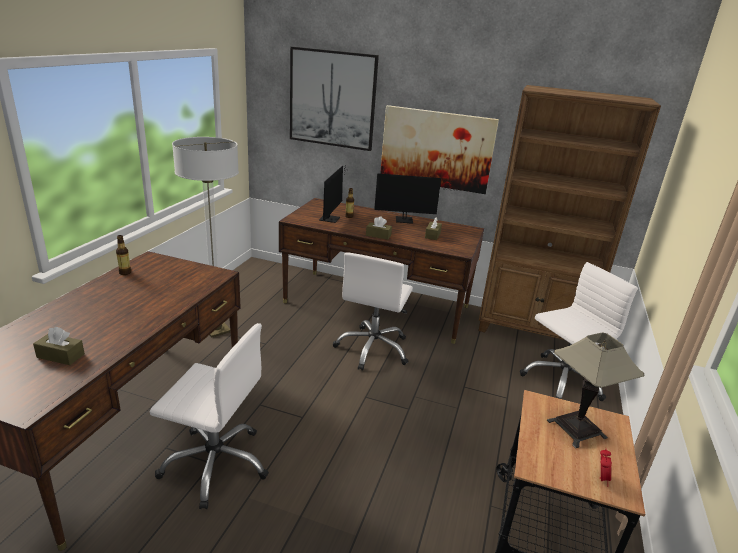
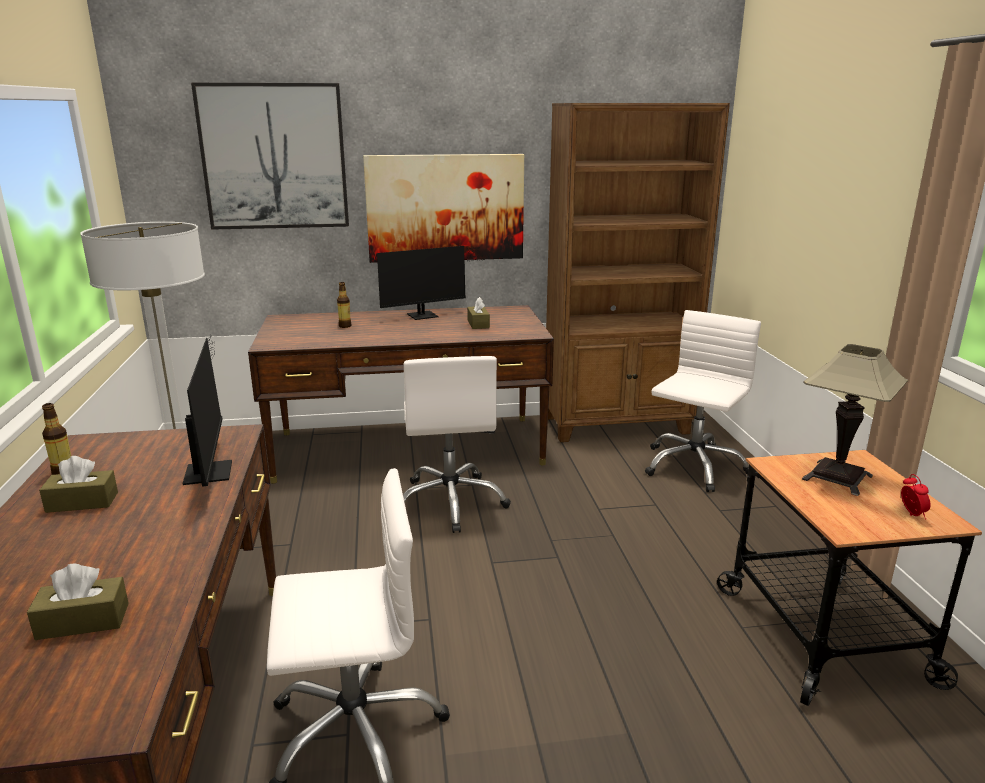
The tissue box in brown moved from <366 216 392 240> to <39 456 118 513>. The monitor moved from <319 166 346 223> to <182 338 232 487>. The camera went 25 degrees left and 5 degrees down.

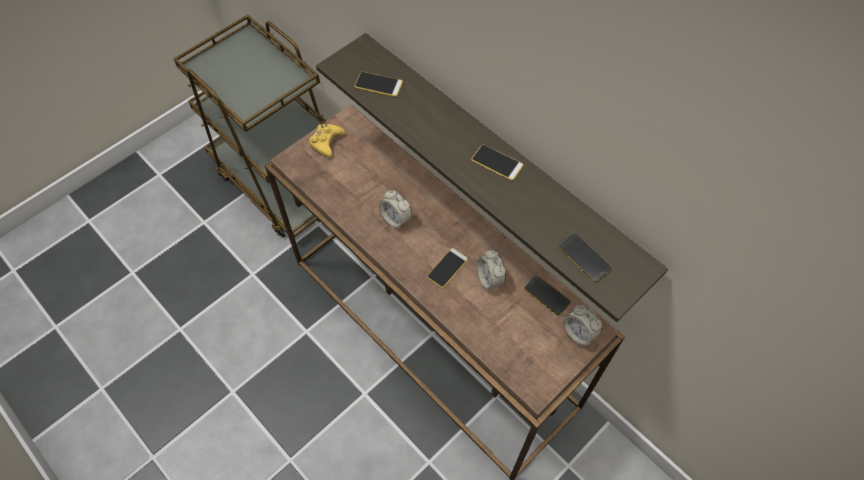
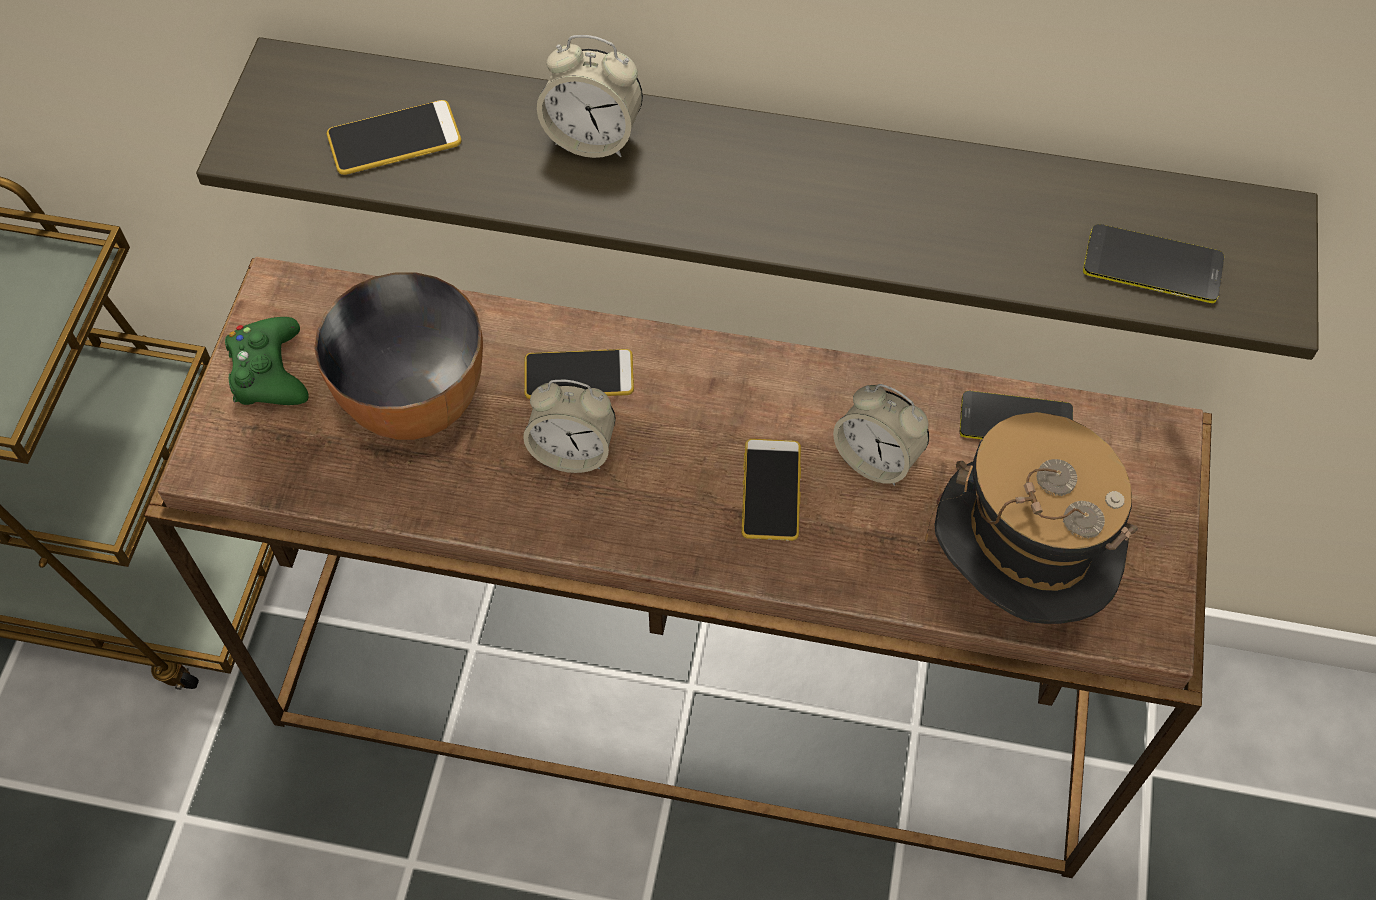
The game controller in yellow at <309 123 345 158> became the game controller in green at <225 317 309 405>. The bowl at <314 272 483 440> appeared. The phone moved from <471 145 524 181> to <524 349 634 399>. The alarm clock moved from <563 305 602 346> to <537 35 643 158>. The hat at <925 412 1138 624> appeared. The camera went 35 degrees left and 0 degrees up.

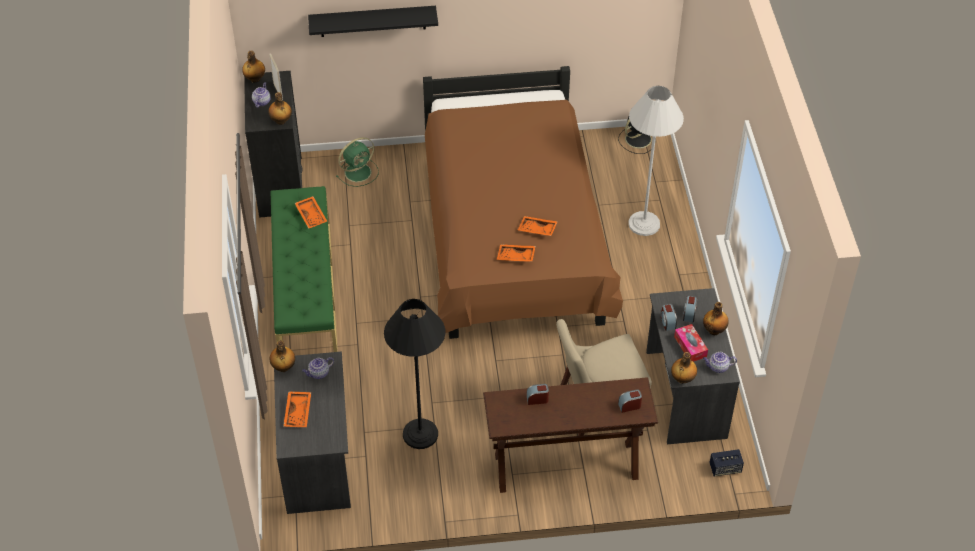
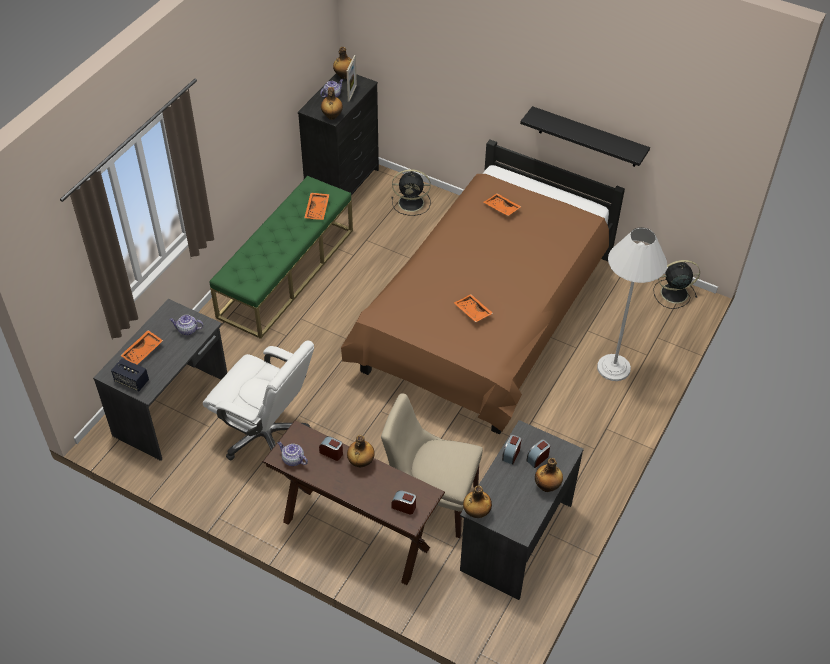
The speaker moved from <710 449 744 476> to <111 358 149 392>. The floor lamp in black at <384 299 446 449> was replaced by the office chair in white at <203 340 314 460>. The teapot moved from <703 352 737 373> to <277 441 308 466>. The bottle moved from <270 340 295 372> to <347 435 375 468>. The fan in green at <336 137 379 187> became the fan in black at <391 169 431 216>. The tray in orange moved from <497 244 536 262> to <484 193 521 216>. The shelf in black moved from <308 6 438 37> to <520 106 650 167>. The tissue box at <674 324 708 362> disappeared. The camera went 35 degrees right and 0 degrees up.

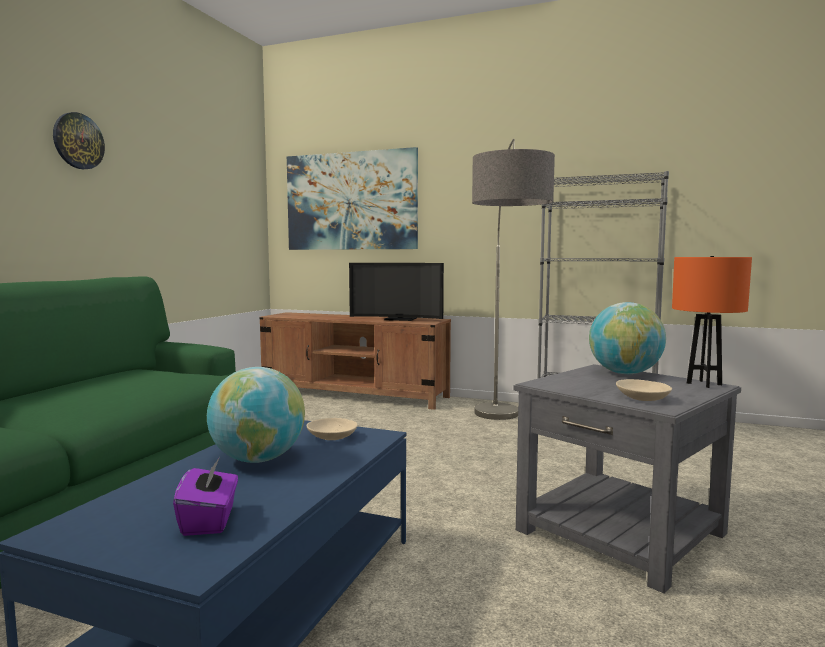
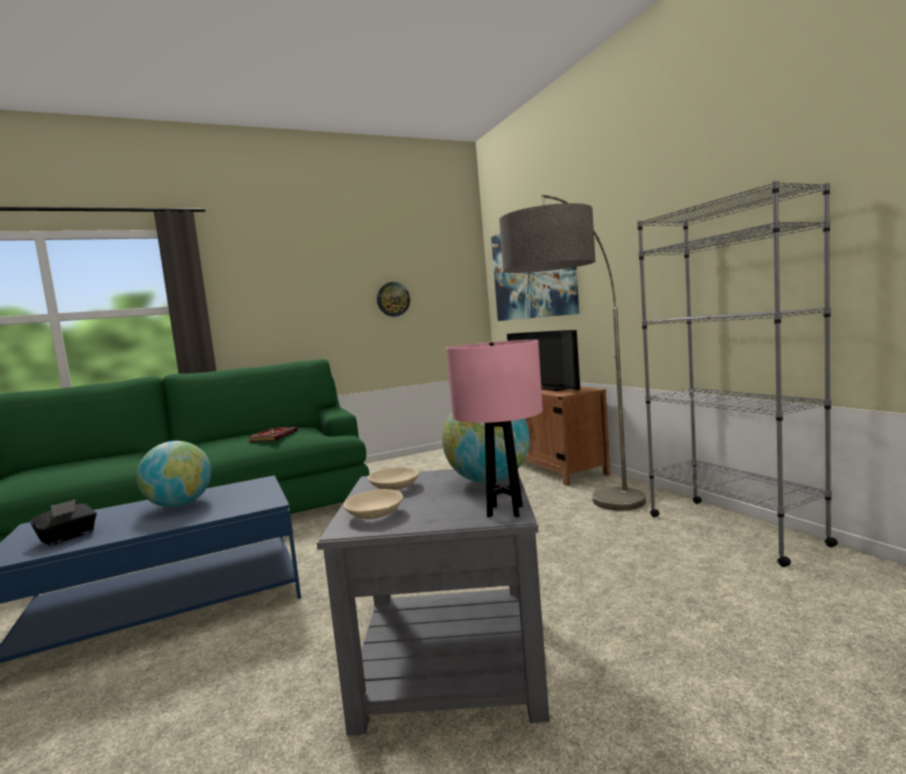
The tissue box in purple at <173 457 238 536> became the tissue box in black at <30 499 97 545>. The book at <247 427 298 442> appeared. The bowl in beige moved from <306 418 358 440> to <368 467 419 490>. The wall clock moved from <53 112 105 169> to <377 282 410 317>. The table lamp in orange at <672 256 752 388> became the table lamp in pink at <446 340 543 517>. The camera went 45 degrees right and 0 degrees up.

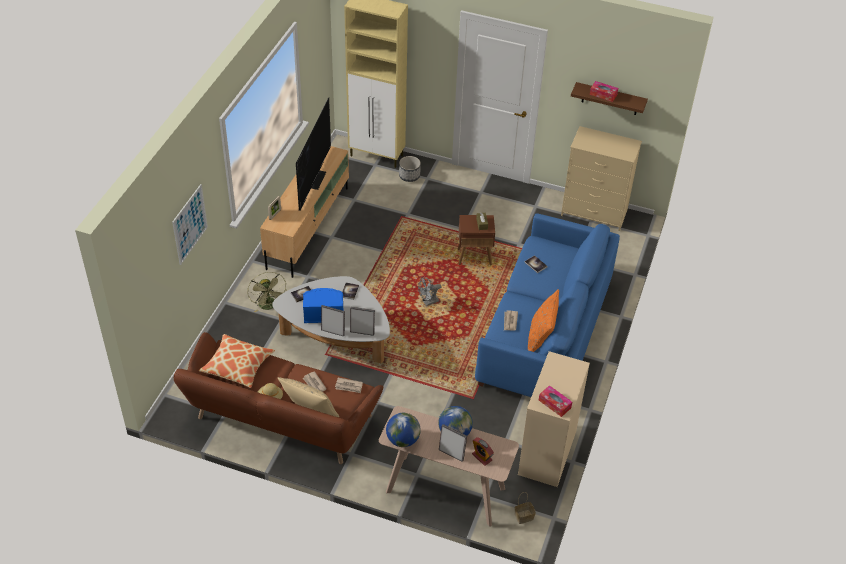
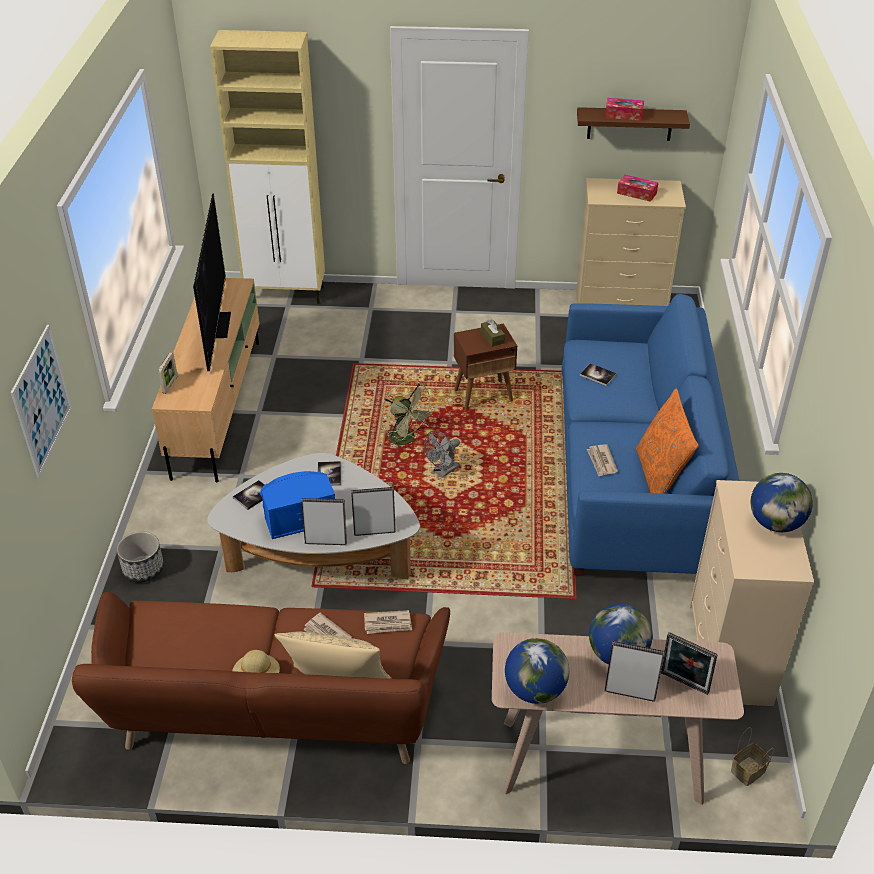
The planter moved from <399 156 421 182> to <117 531 164 582>. The fan in green moved from <247 272 287 312> to <380 381 436 445>. The tissue box moved from <539 385 572 417> to <617 175 658 202>. The alarm clock at <472 437 494 466> was replaced by the picture frame at <661 632 718 695>. The globe at <751 473 813 532> appeared. The pillow at <199 334 275 388> disappeared. The camera went 15 degrees left and 5 degrees down.

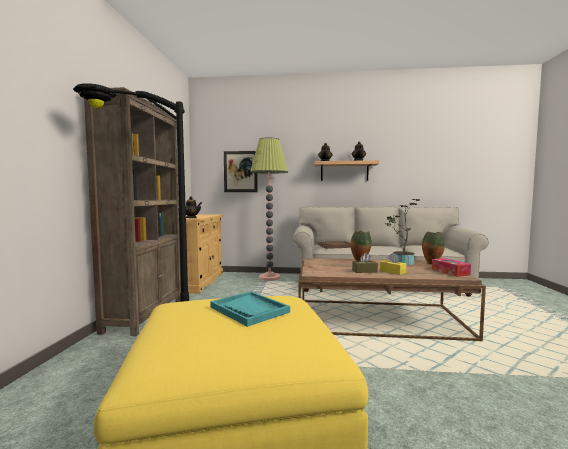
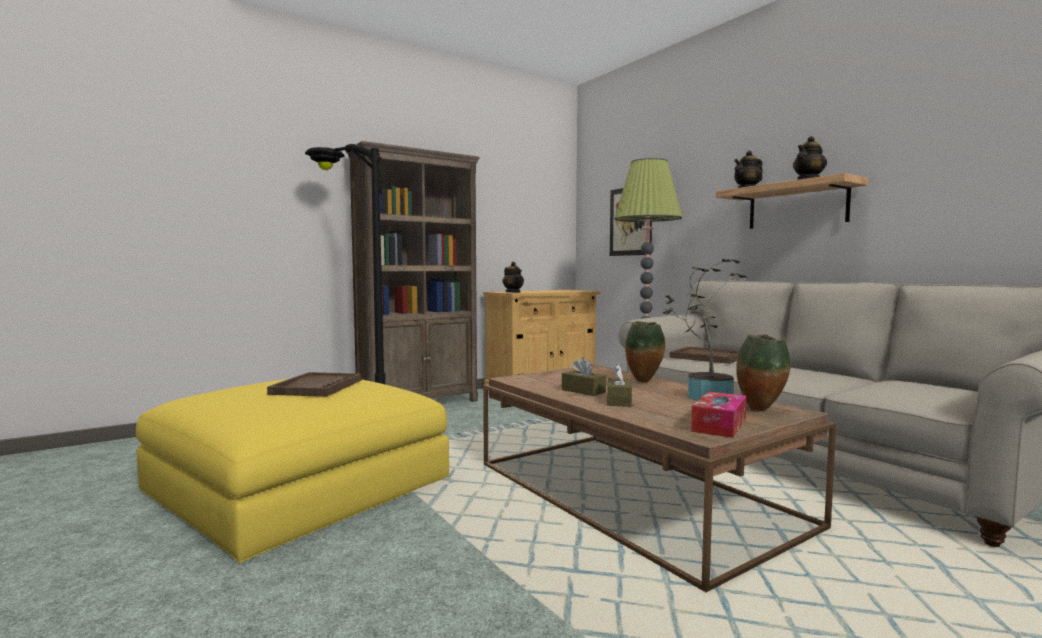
The tray in turquoise at <210 291 290 327> became the tray in brown at <267 372 361 397>. The tissue box in yellow at <380 253 406 275> became the tissue box in brown at <607 364 632 407>. The camera went 50 degrees right and 0 degrees up.

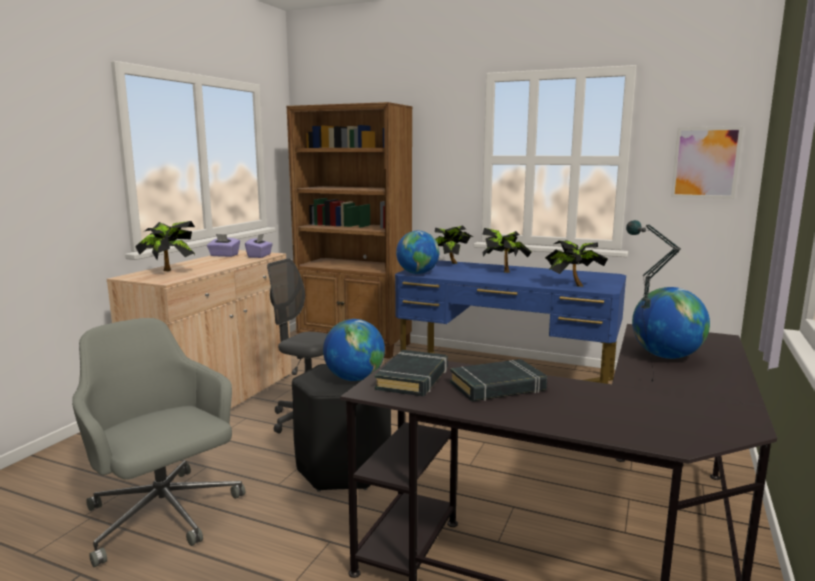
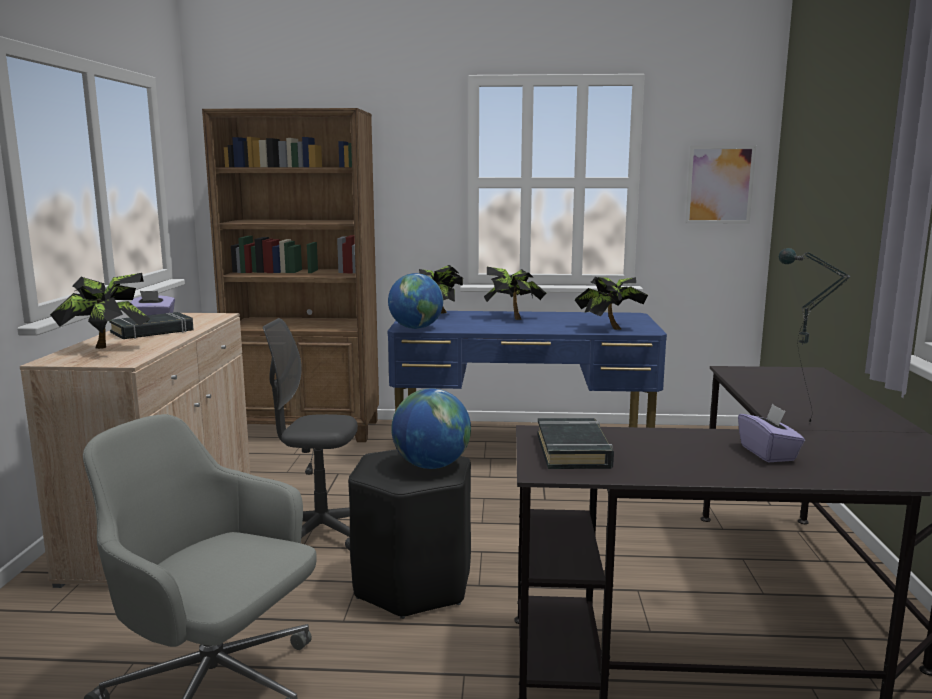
The book in black moved from <450 359 547 401> to <109 312 194 339>. The tissue box in purple moved from <245 234 273 258> to <738 404 805 462>. The globe at <632 287 710 359> disappeared. The camera went 20 degrees left and 0 degrees up.

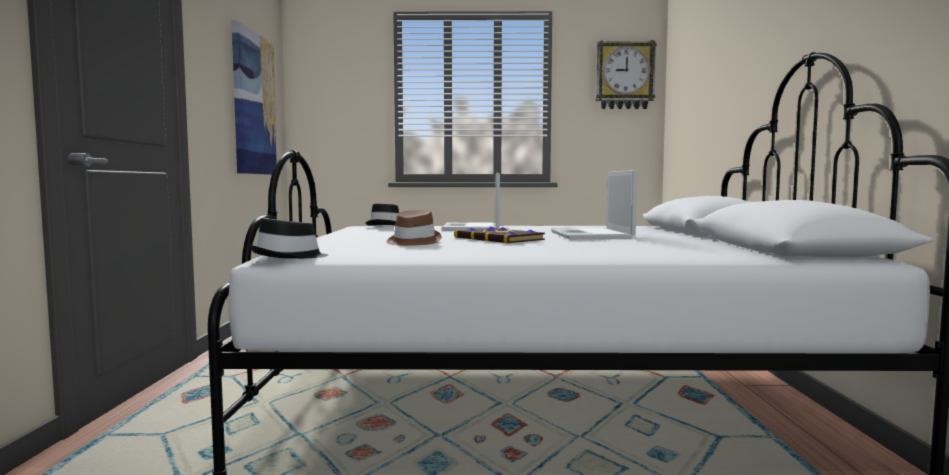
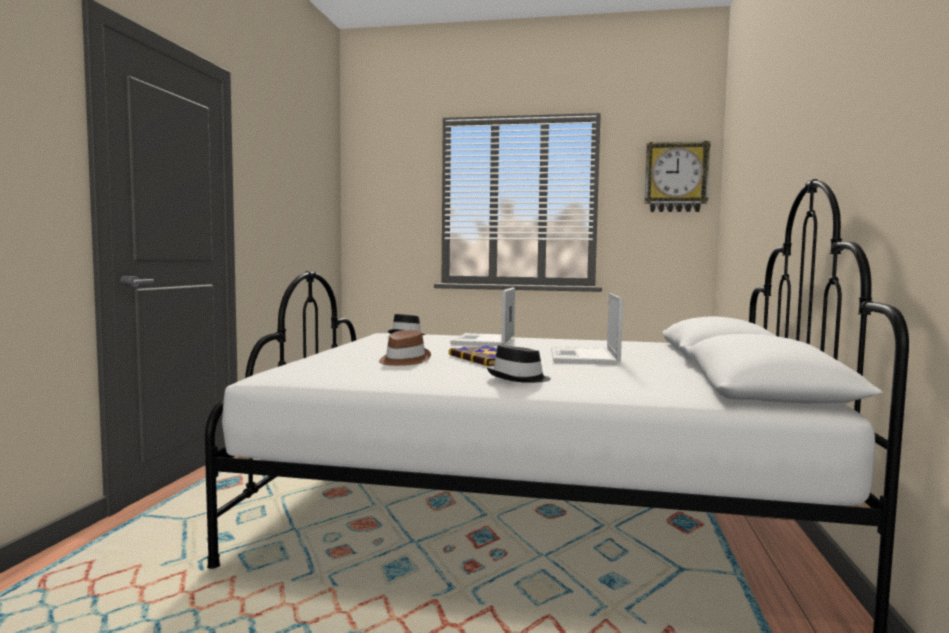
The hat in black moved from <249 218 328 259> to <487 345 551 383>. The picture at <231 20 277 175> disappeared. The camera went 10 degrees right and 0 degrees up.

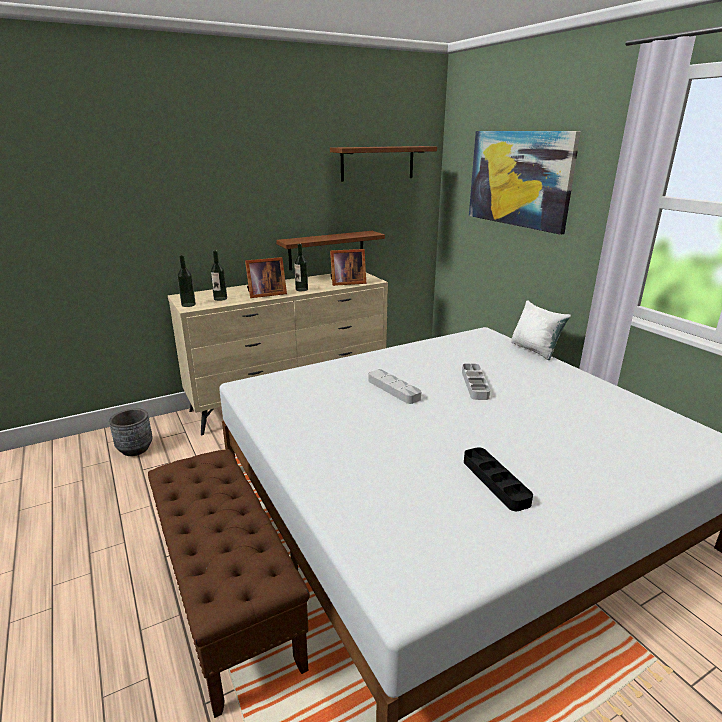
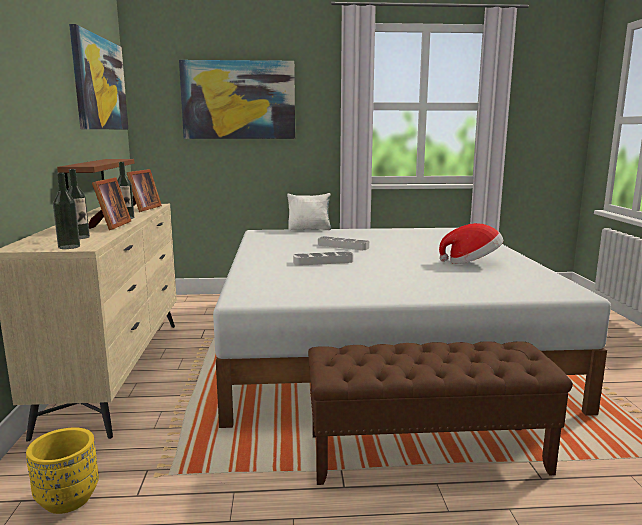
The planter in grey at <109 408 153 456> became the planter in yellow at <26 427 99 514>. The shelf in brown at <330 146 437 182> was replaced by the picture at <69 24 128 129>. The tray in black at <464 447 533 511> was replaced by the hat at <439 223 503 264>. The camera went 65 degrees left and 10 degrees down.

